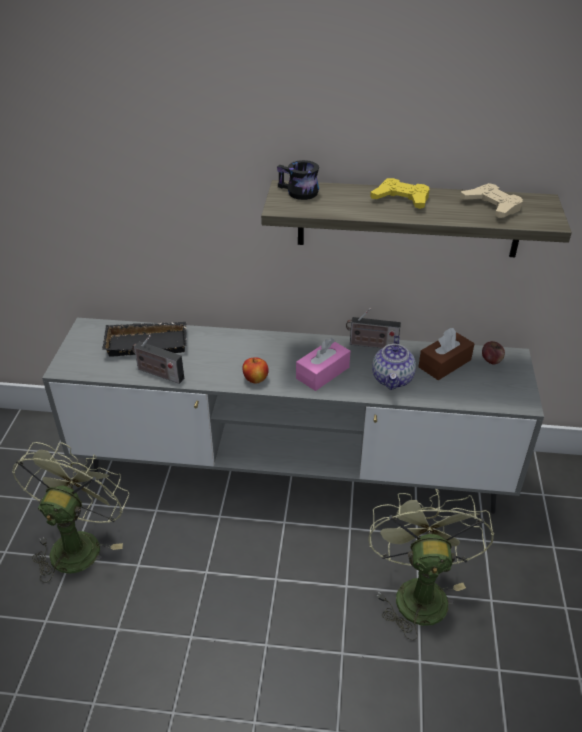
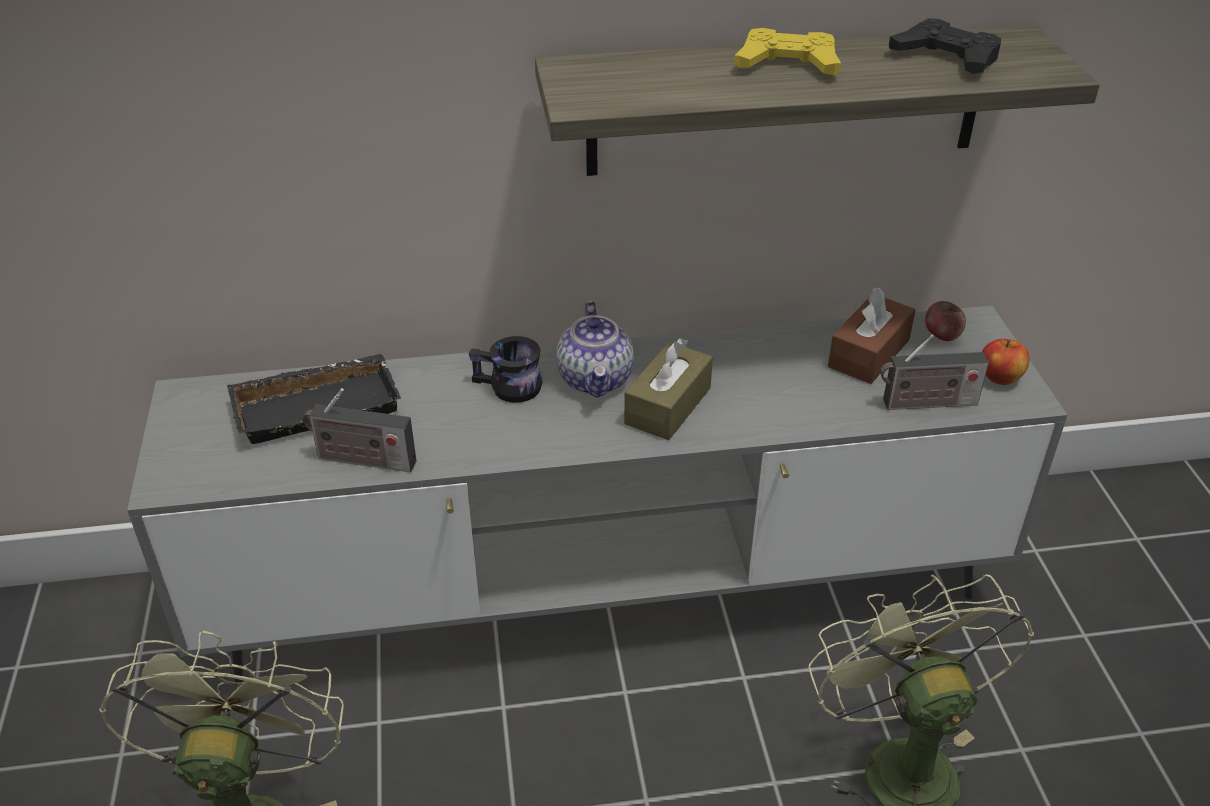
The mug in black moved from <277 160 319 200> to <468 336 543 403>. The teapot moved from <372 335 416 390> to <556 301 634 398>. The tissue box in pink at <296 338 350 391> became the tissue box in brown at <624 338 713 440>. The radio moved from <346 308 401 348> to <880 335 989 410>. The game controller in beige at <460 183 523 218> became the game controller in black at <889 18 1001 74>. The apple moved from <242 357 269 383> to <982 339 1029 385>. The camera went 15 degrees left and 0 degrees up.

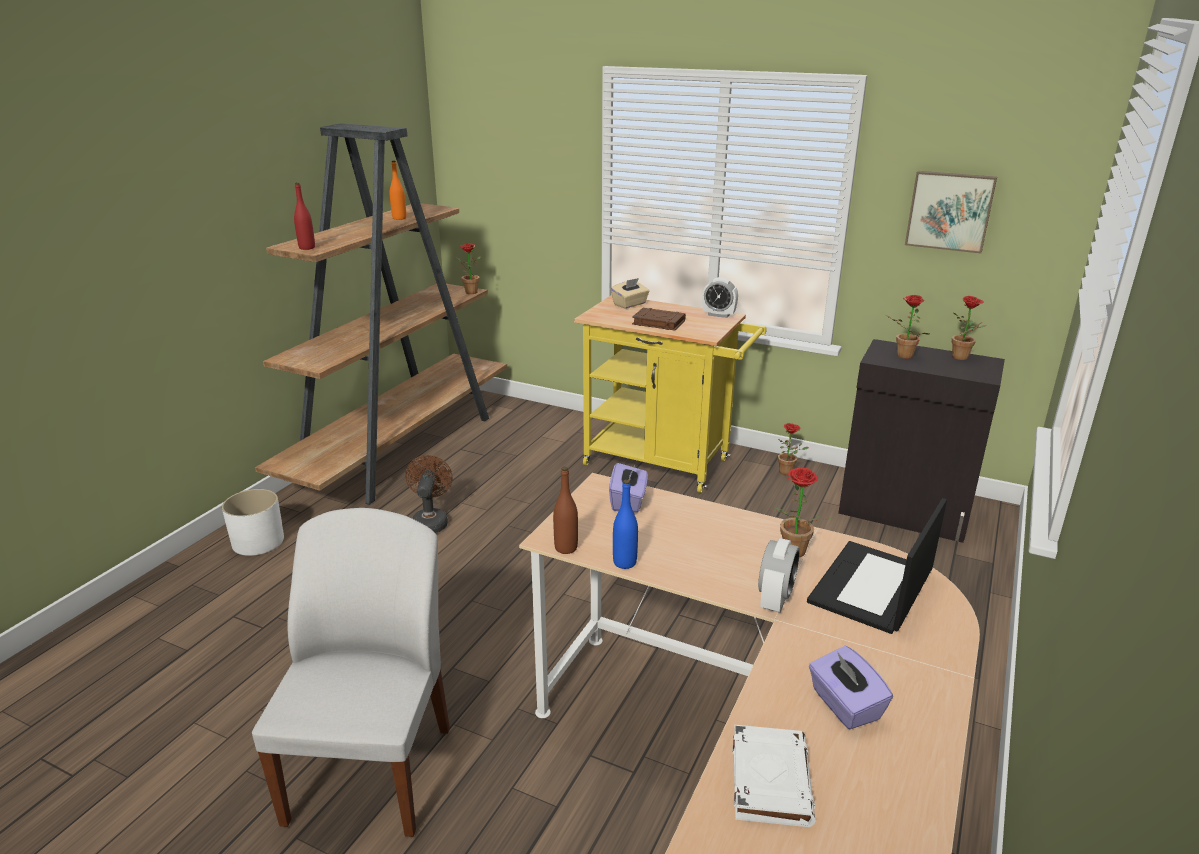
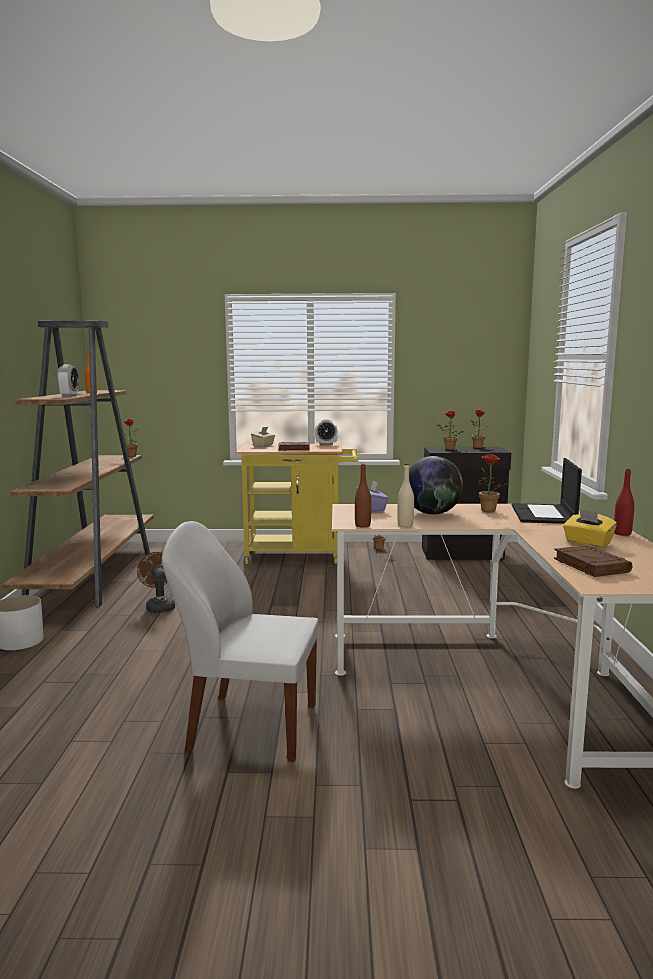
The alarm clock moved from <758 538 800 613> to <57 364 79 397>. The chair in white at <252 508 450 837> turned 60 degrees counterclockwise. The bottle in blue at <613 480 638 569> became the bottle in beige at <397 464 414 527>. The globe at <409 456 463 514> appeared. The book in white at <733 725 815 827> became the book in brown at <554 545 632 577>. The tissue box in purple at <809 646 893 729> became the tissue box in yellow at <563 509 617 548>. The bottle in red moved from <294 183 315 250> to <614 469 634 536>. The picture at <905 171 997 253> disappeared. The camera went 25 degrees left and 15 degrees down.

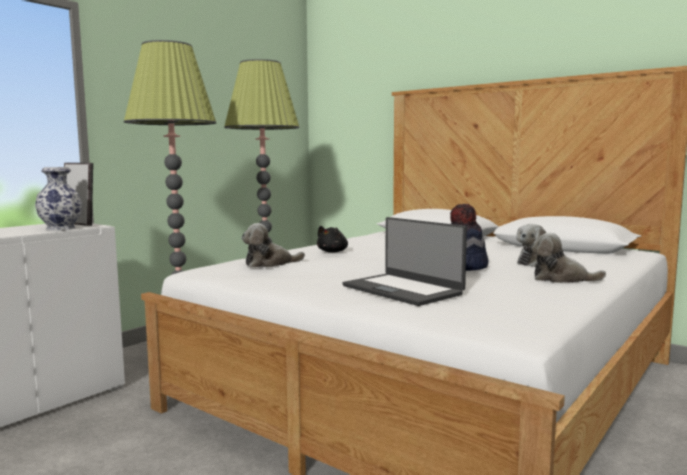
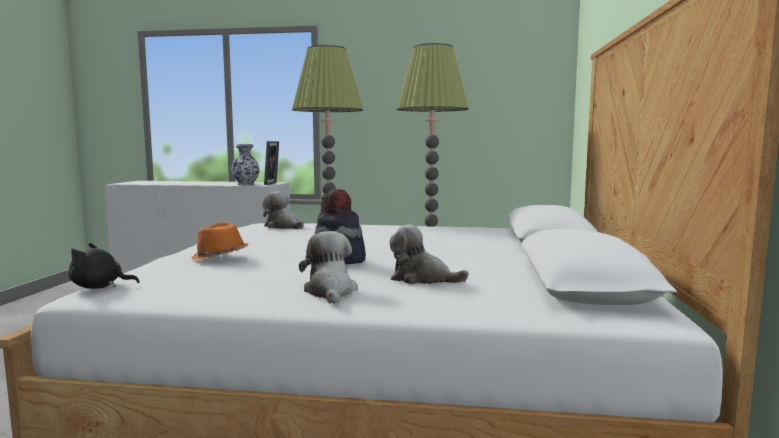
The plush toy in black moved from <317 226 348 253> to <68 243 139 289>. The laptop at <343 217 467 306> was replaced by the hat in orange at <191 222 248 260>. The camera went 60 degrees right and 0 degrees up.

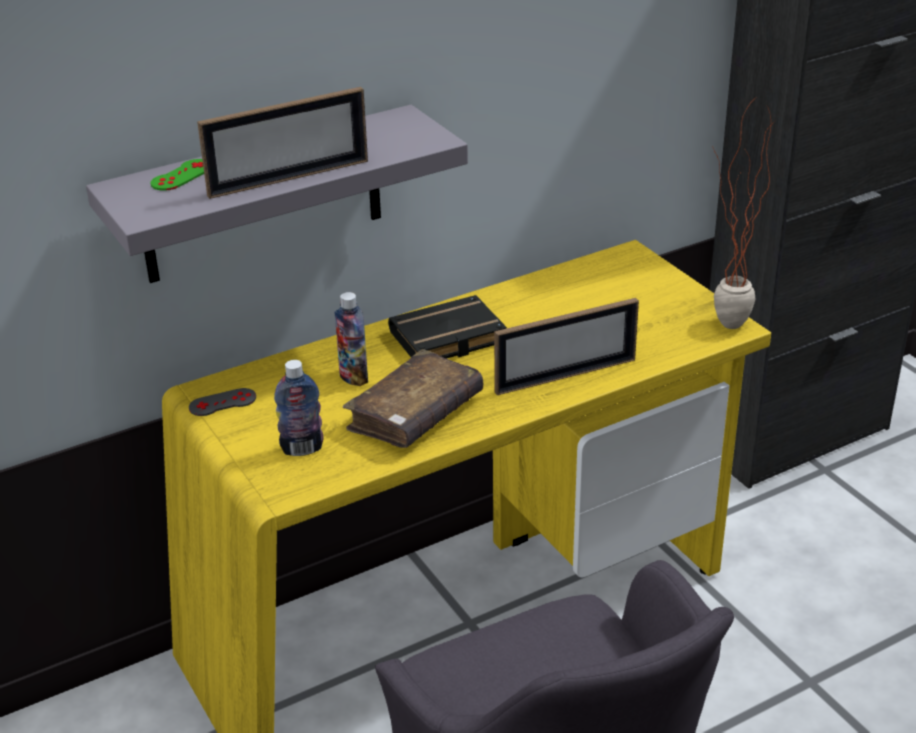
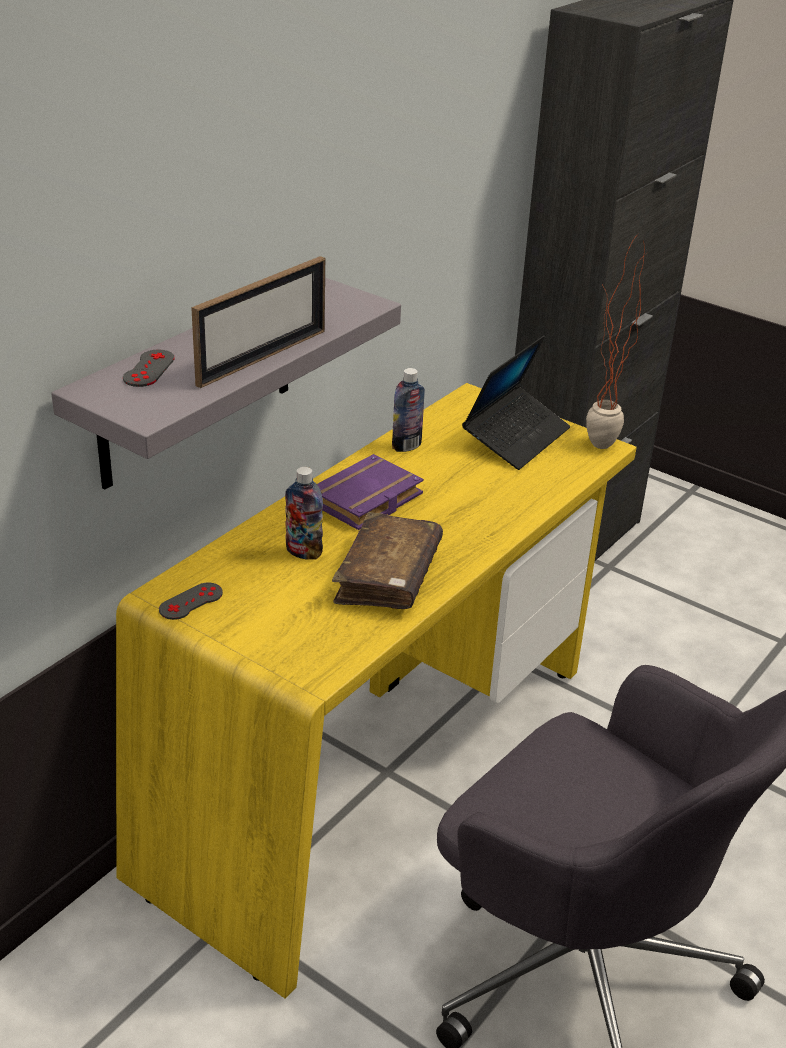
The game controller in green at <151 159 204 191> became the game controller in grey at <123 350 175 387>. The book in black at <388 295 507 359> became the book in purple at <317 454 424 530>. The bottle moved from <274 360 324 456> to <392 368 425 452>. The laptop at <462 335 570 470> appeared. The picture frame at <494 298 639 395> disappeared. The camera went 25 degrees left and 0 degrees up.

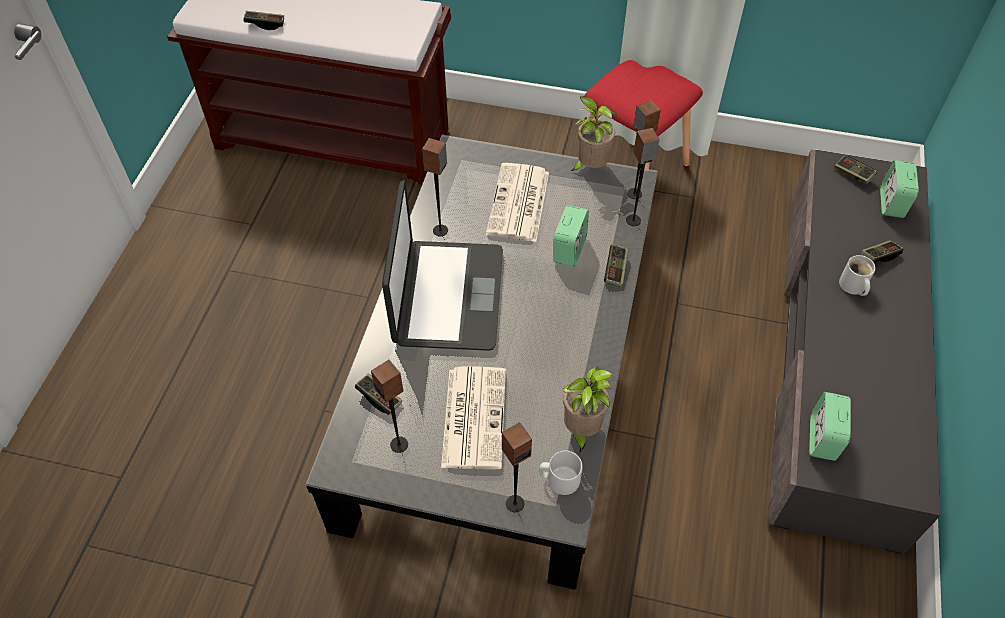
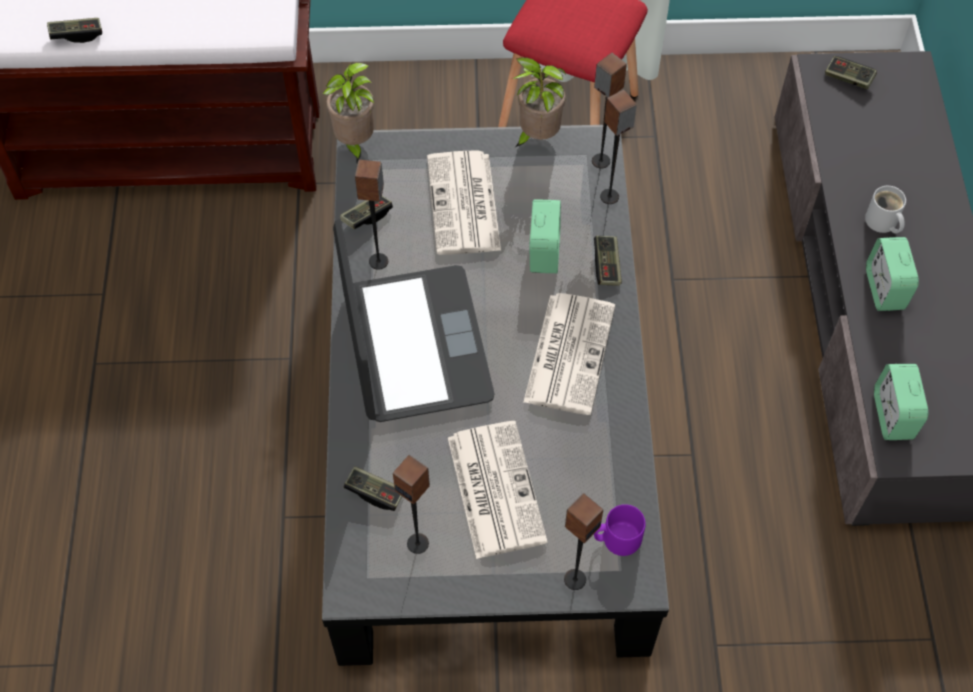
The potted plant moved from <562 366 613 453> to <323 63 374 163>. The game controller moved from <861 240 903 263> to <340 196 393 229>. The newspaper at <523 293 615 415> appeared. The mug in grey at <539 451 582 495> became the mug in purple at <594 504 646 556>. The alarm clock moved from <880 160 919 218> to <866 237 919 311>. The camera went 15 degrees left and 5 degrees up.

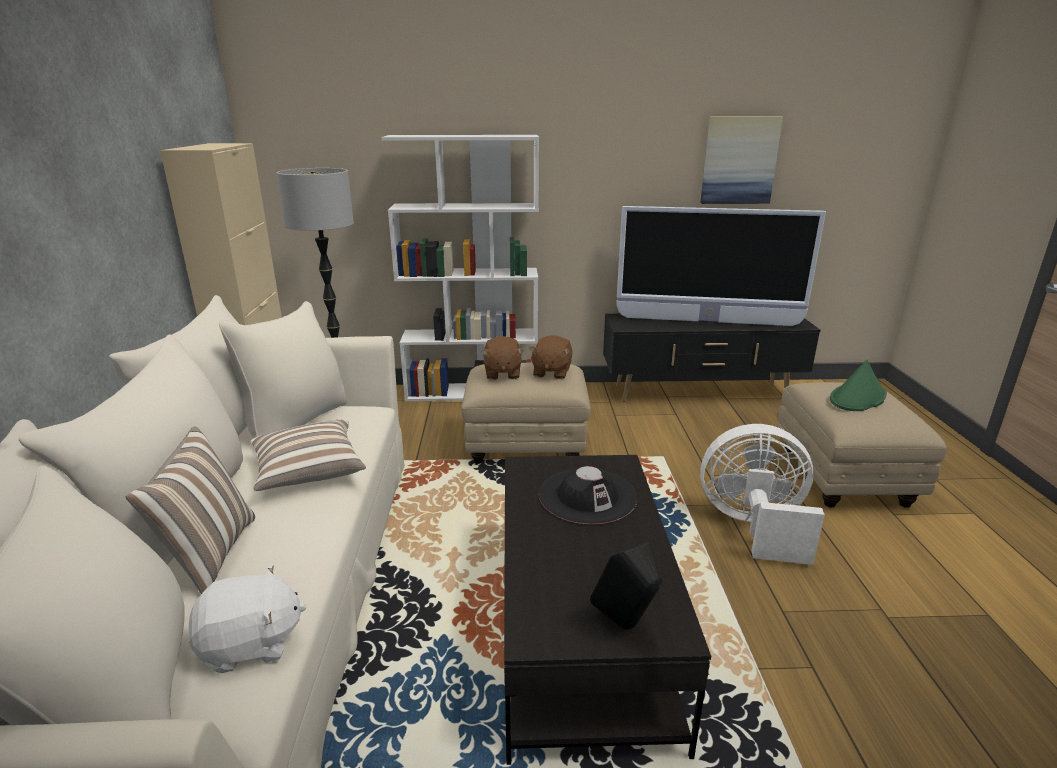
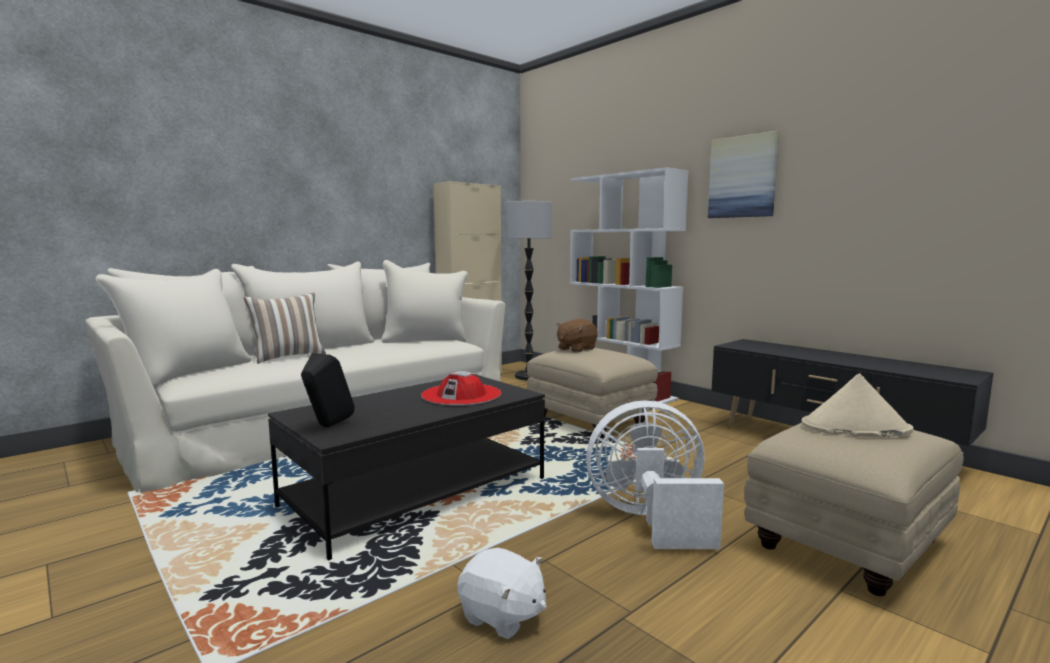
The hat in black at <539 466 637 524> became the hat in red at <421 371 501 406>. The plush toy in white moved from <188 565 307 673> to <457 548 547 639>. The fan in white at <700 424 825 565> turned 60 degrees counterclockwise. The picture moved from <700 116 783 204> to <708 131 779 218>. The hat in green at <830 360 887 411> became the hat in beige at <801 373 913 437>. The pillow at <250 420 366 491> disappeared. The plush toy in brown at <529 335 573 379> disappeared. The television at <616 206 826 326> disappeared. The camera went 50 degrees right and 15 degrees down.

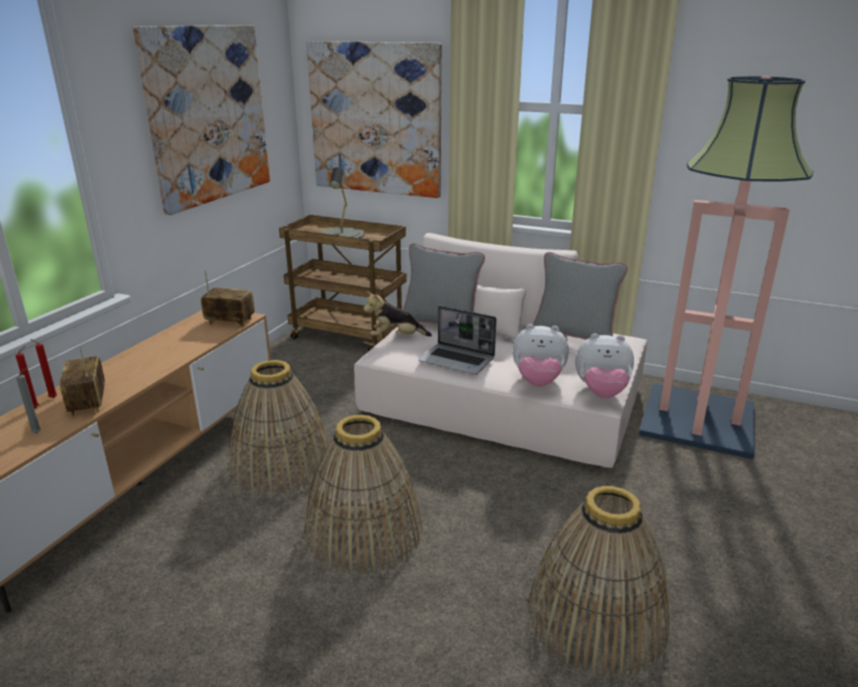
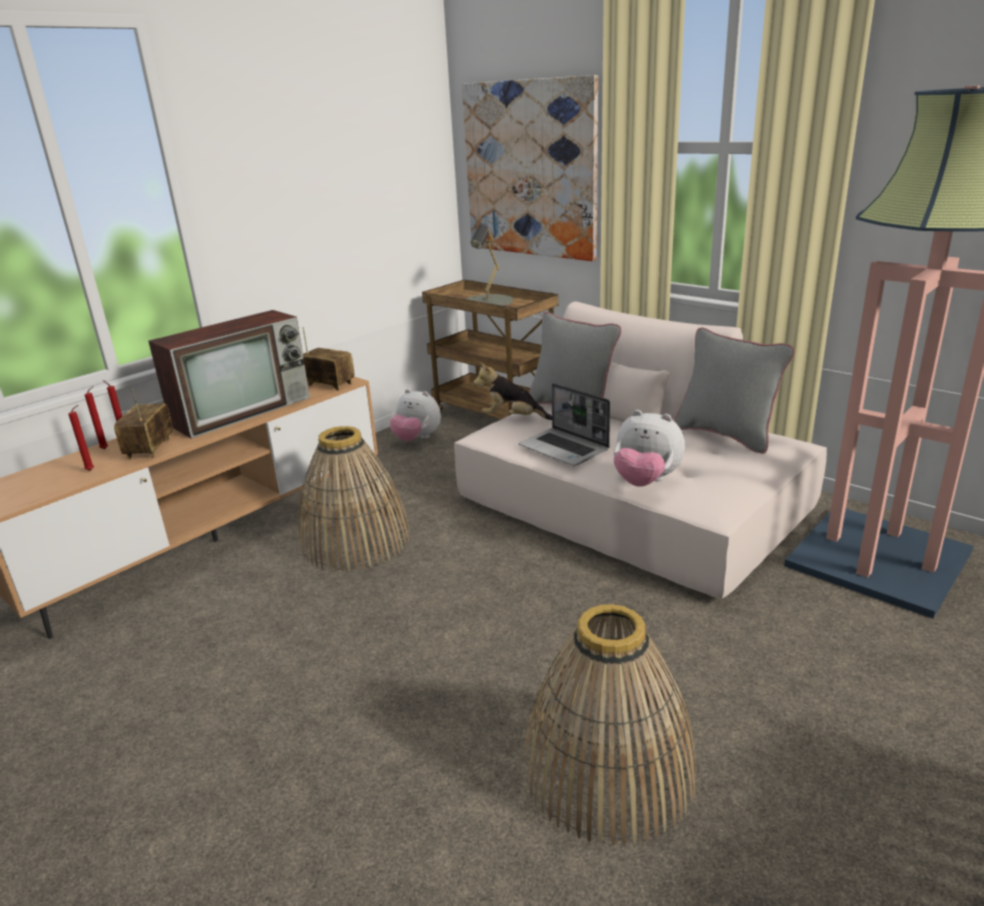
The candle in grey at <16 368 41 433> became the candle in red at <68 405 94 471>. The television at <148 310 310 439> appeared. The plush toy moved from <575 334 634 398> to <390 389 441 441>. The picture at <133 25 270 215> disappeared. The basket at <305 415 422 574> disappeared. The camera went 20 degrees right and 0 degrees up.

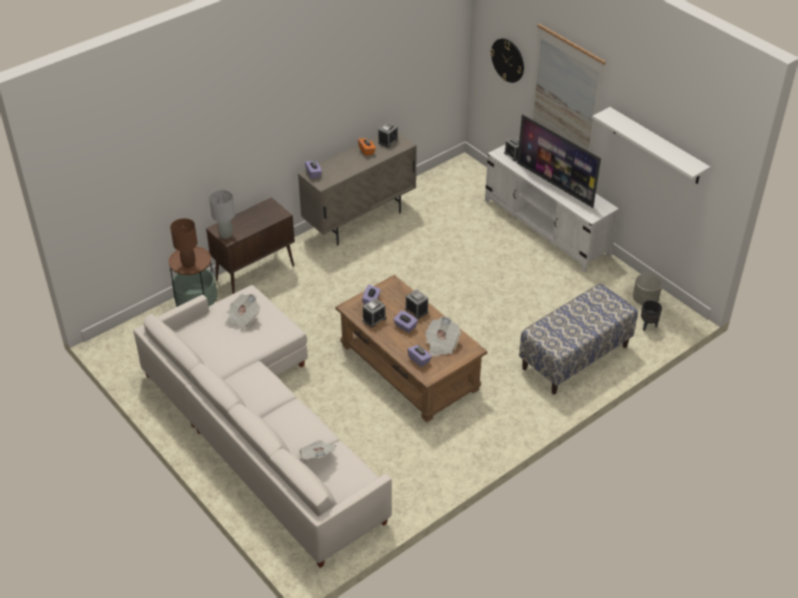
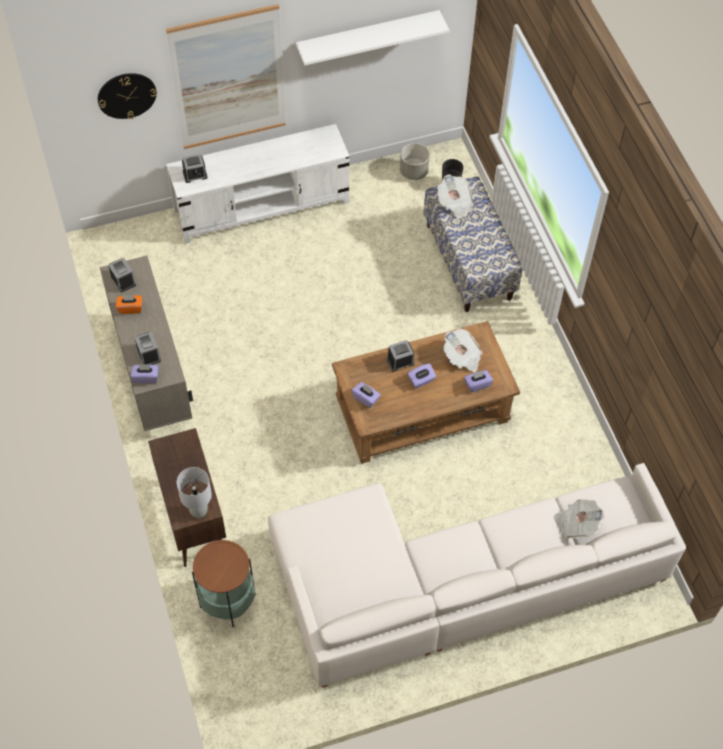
The alarm clock moved from <362 298 386 328> to <134 332 161 365>. The newspaper moved from <225 294 260 330> to <437 174 474 219>. The table lamp in brown at <170 218 198 268> disappeared. The television at <517 114 601 208> disappeared. The camera went 70 degrees left and 15 degrees up.

